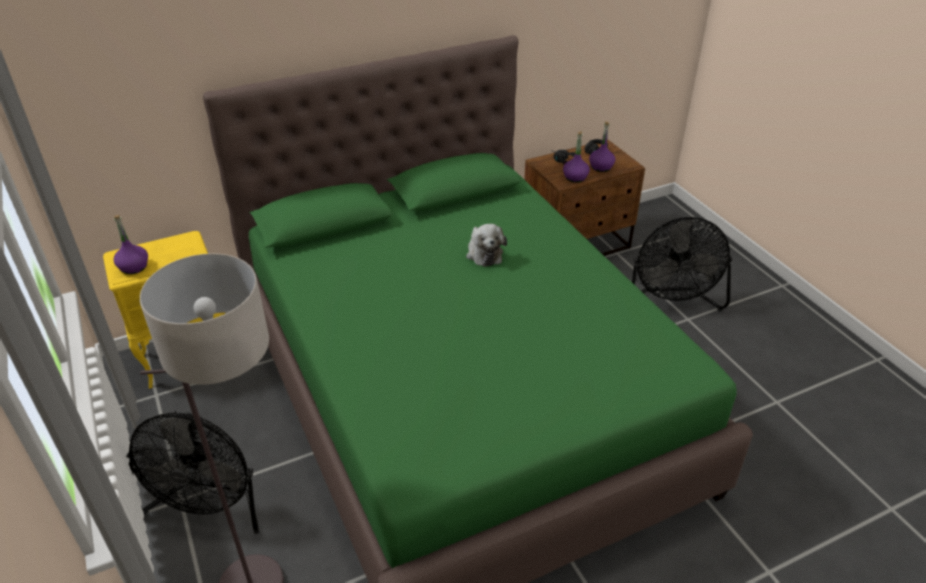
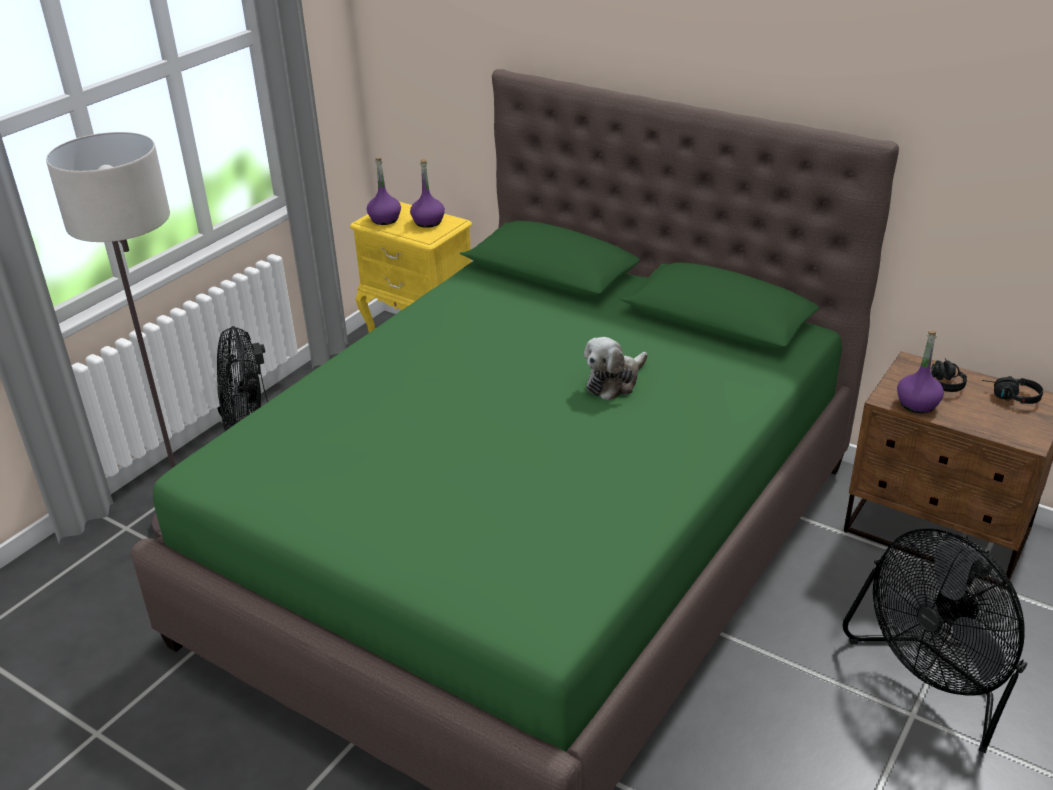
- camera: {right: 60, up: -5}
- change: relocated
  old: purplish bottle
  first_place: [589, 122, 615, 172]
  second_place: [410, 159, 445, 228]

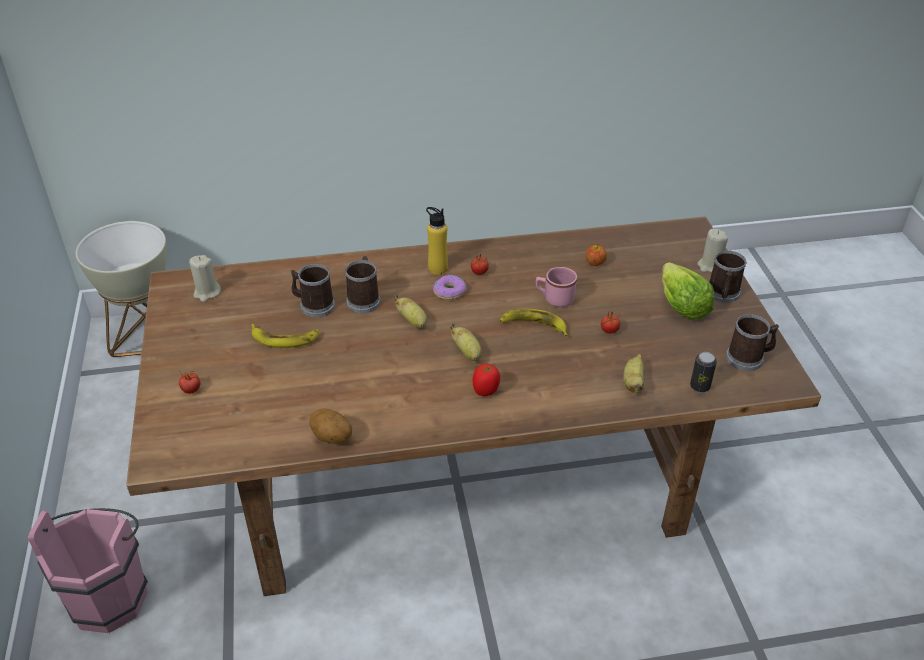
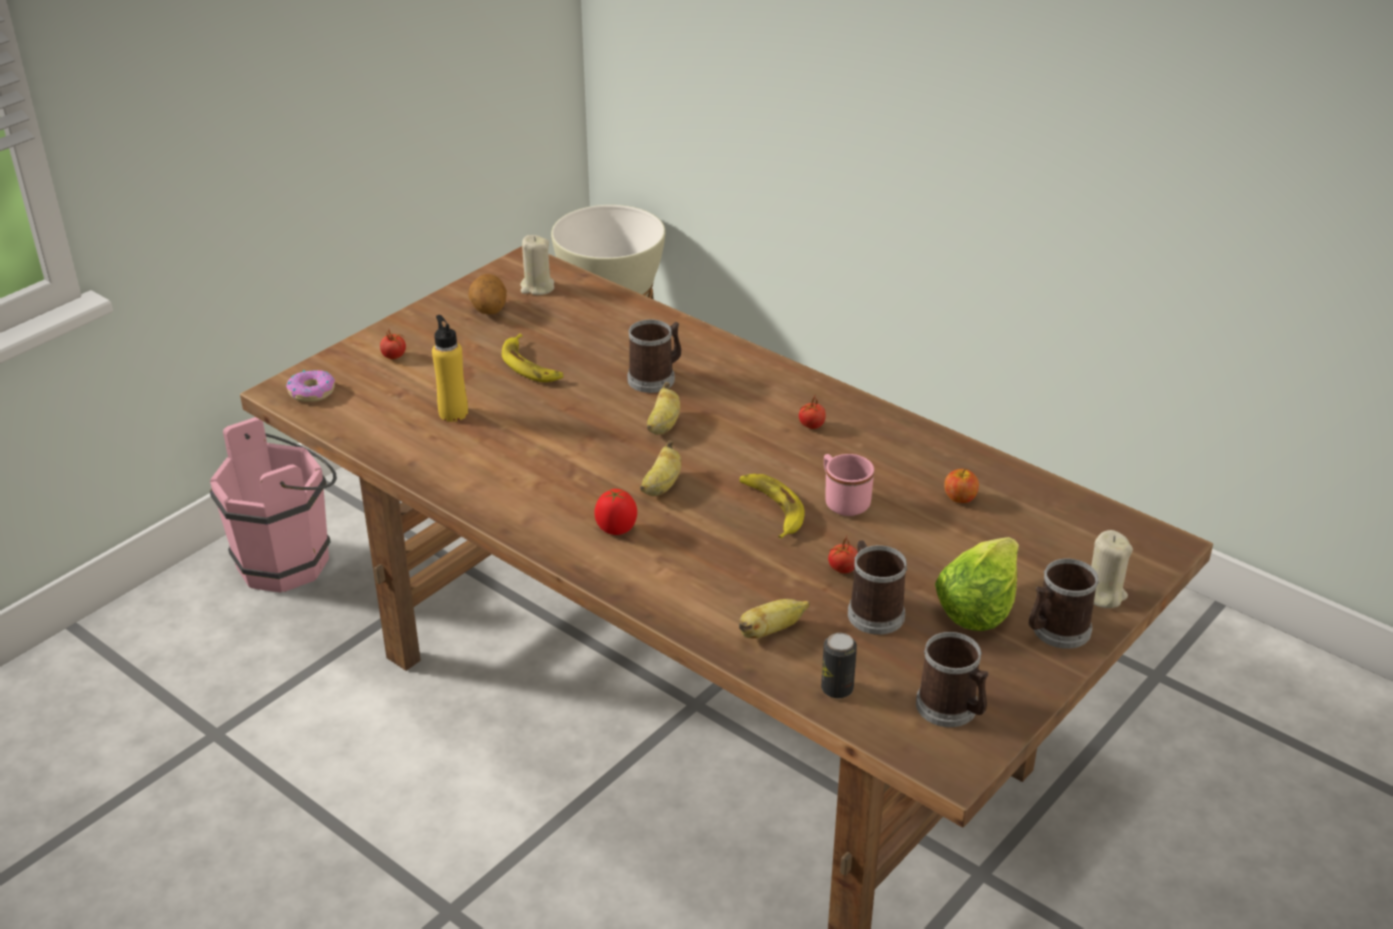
- camera: {right: 50, up: -5}
- change: relocated
  old: coffee mug
  first_place: [291, 264, 335, 317]
  second_place: [848, 540, 907, 635]
- change: relocated
  old: whole potato
  first_place: [309, 408, 352, 444]
  second_place: [468, 274, 507, 315]
- change: relocated
  old: yellowish bottle
  first_place: [426, 207, 448, 275]
  second_place: [432, 315, 468, 422]
- change: relocated
  old: ring doughnut
  first_place: [433, 275, 467, 300]
  second_place: [286, 370, 335, 402]

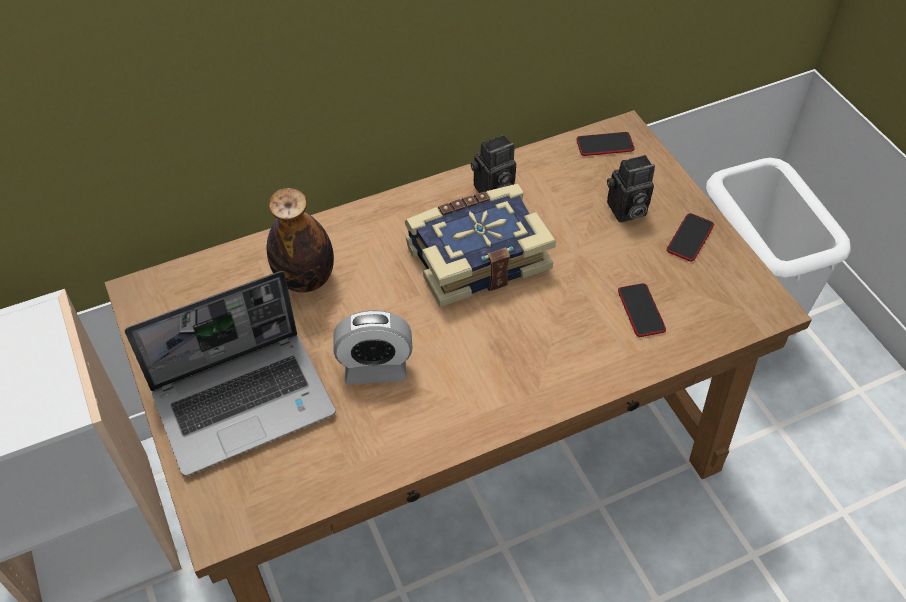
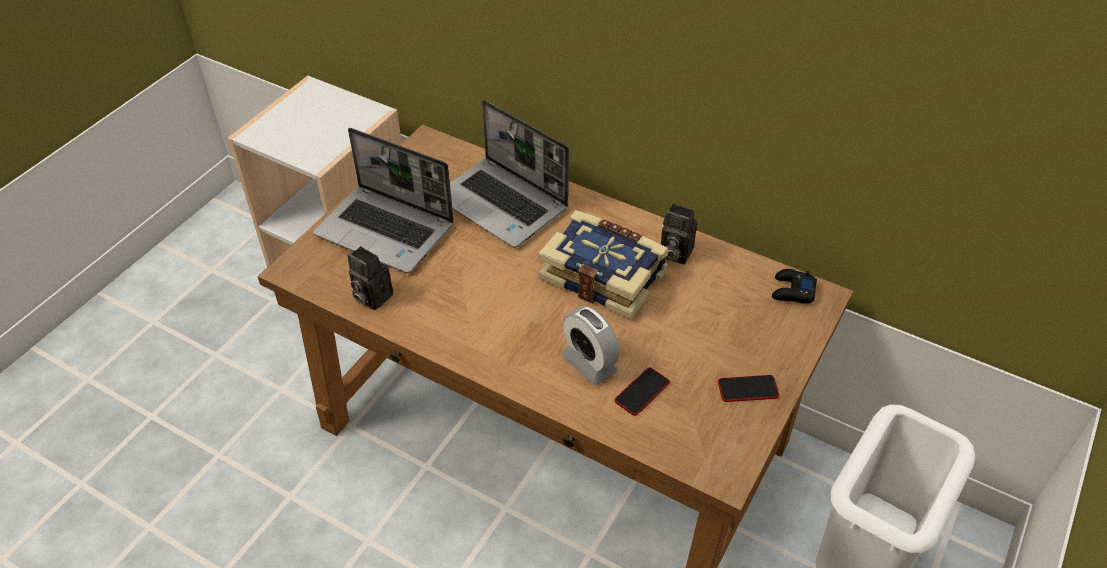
- camera: {right: 55, up: -5}
- change: relocated
  old: table clock
  first_place: [333, 310, 412, 385]
  second_place: [562, 306, 620, 386]
- change: relocated
  old: still camera
  first_place: [607, 155, 655, 222]
  second_place: [347, 246, 393, 310]
- change: exchanged
  old: bottle
  new: laptop
  first_place: [267, 188, 334, 293]
  second_place: [450, 100, 569, 248]
- change: exchanged
  old: handset
  new: black-coloured gamepad
  first_place: [576, 132, 635, 156]
  second_place: [772, 269, 817, 304]

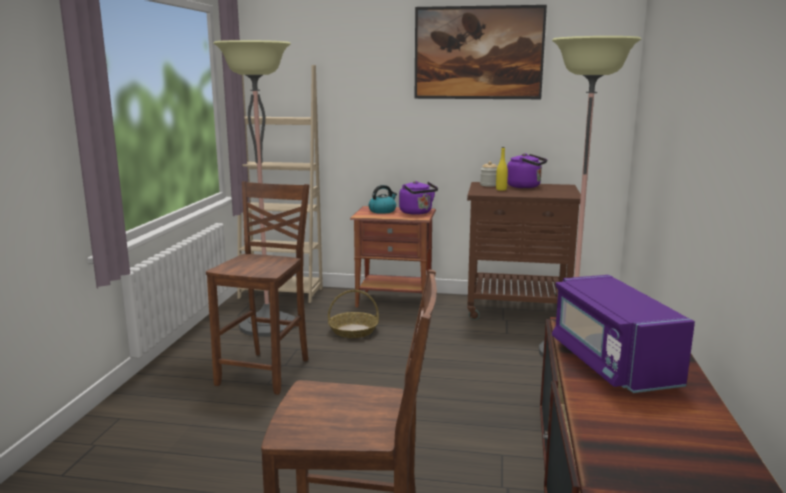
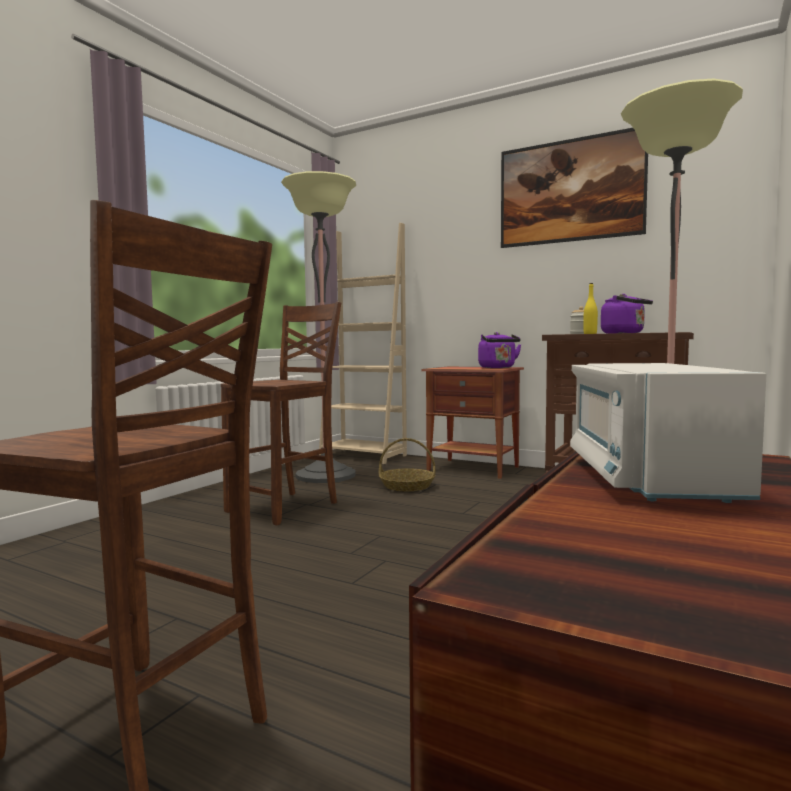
- camera: {right: 20, up: -10}
- change: missing
  old: kettle
  first_place: [369, 185, 397, 214]
- change: colour
  old: purplish kitchen microwave
  new: whitish kitchen microwave
  first_place: [552, 275, 695, 393]
  second_place: [570, 363, 766, 503]

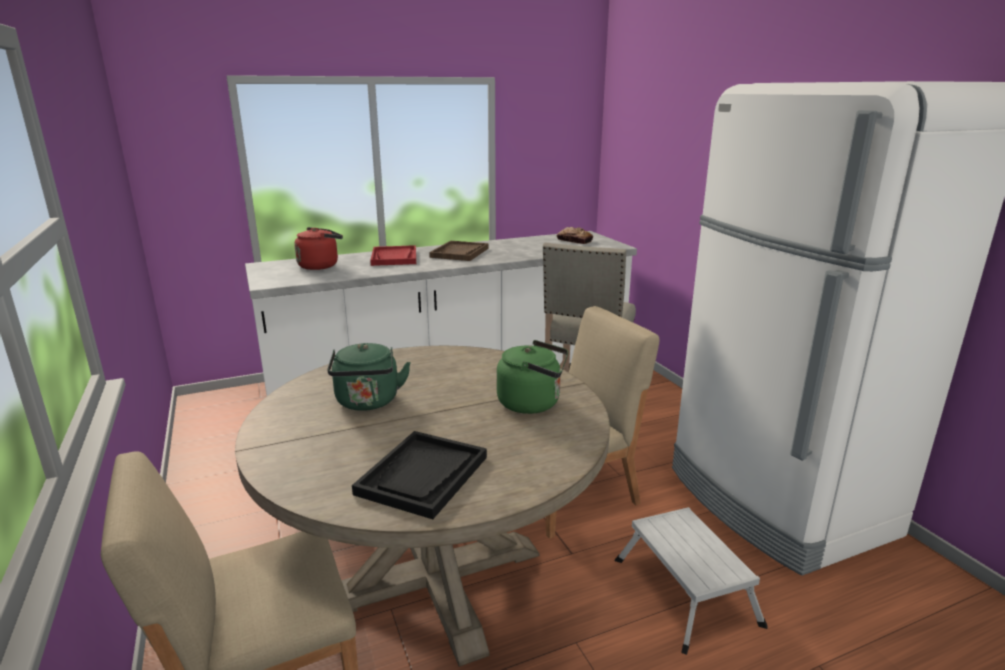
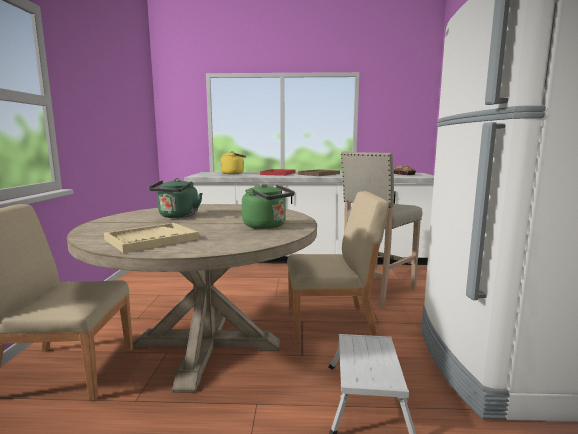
- camera: {right: 25, up: -10}
- change: colour
  old: reddish kettle
  new: yellowish kettle
  first_place: [294, 227, 343, 270]
  second_place: [220, 151, 246, 174]
- change: colour
  old: black-coloured carrying tray
  new: sand-coloured carrying tray
  first_place: [352, 431, 487, 519]
  second_place: [104, 223, 199, 253]

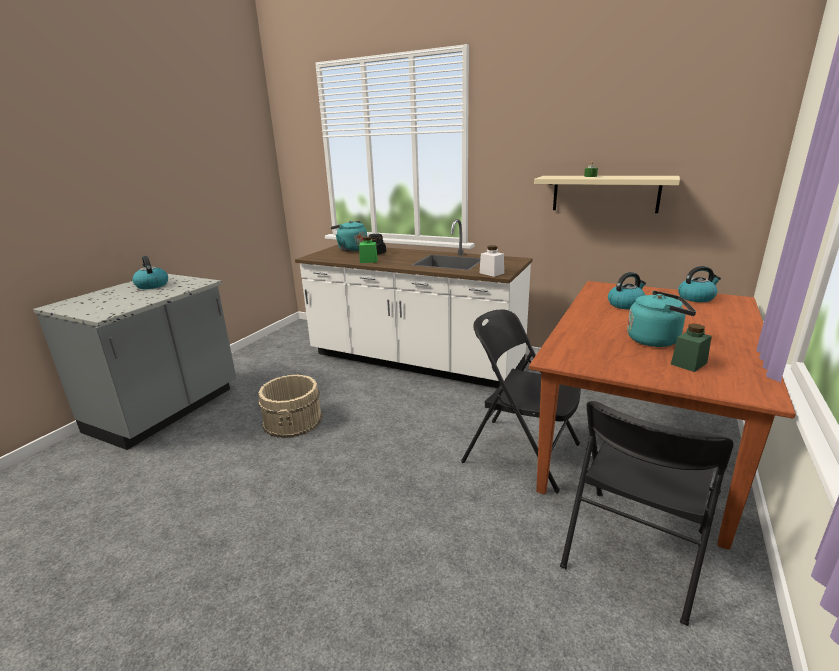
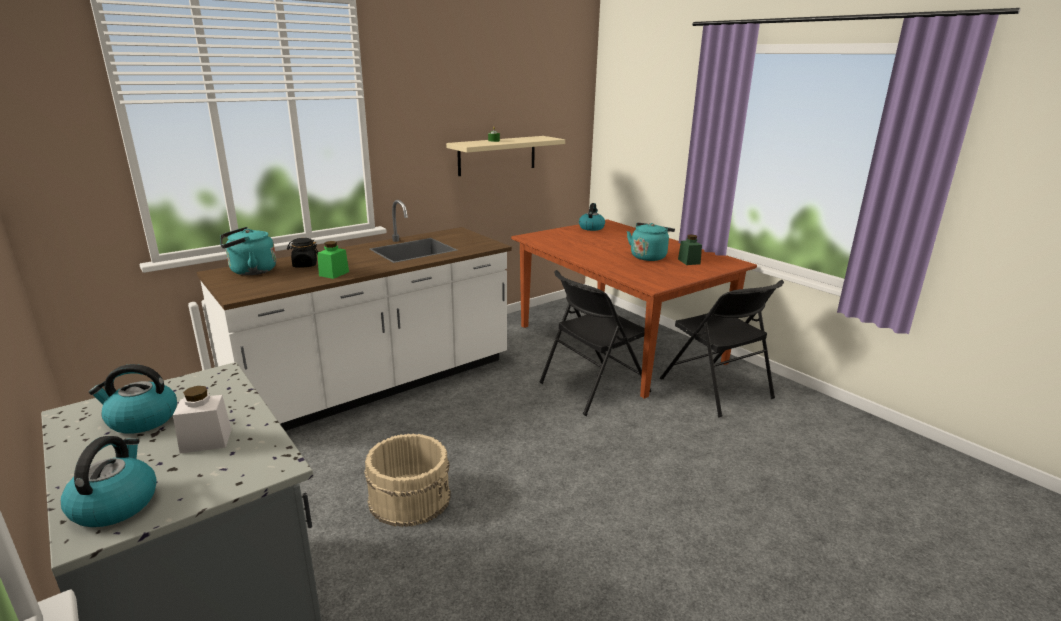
- camera: {right: -65, up: 0}
- change: relocated
  old: whitish storage jar
  first_place: [480, 245, 504, 277]
  second_place: [173, 386, 232, 454]
- change: relocated
  old: kettle
  first_place: [608, 272, 646, 309]
  second_place: [61, 436, 157, 527]

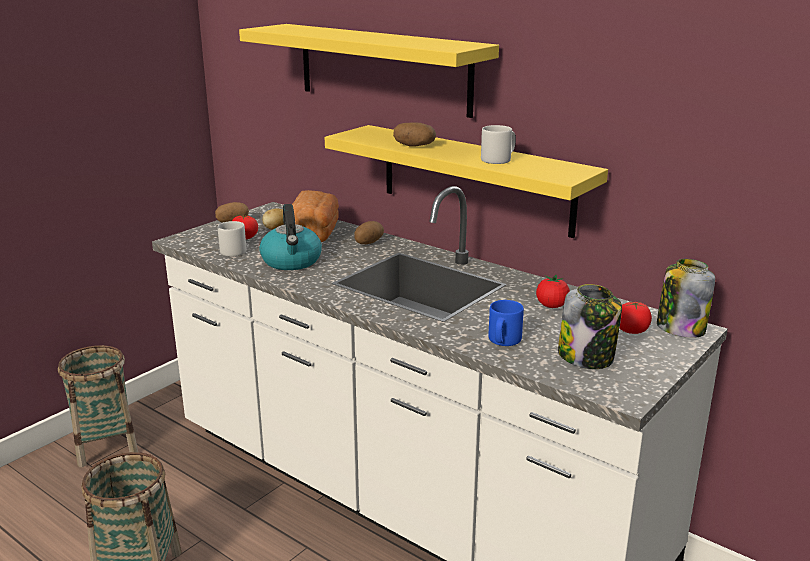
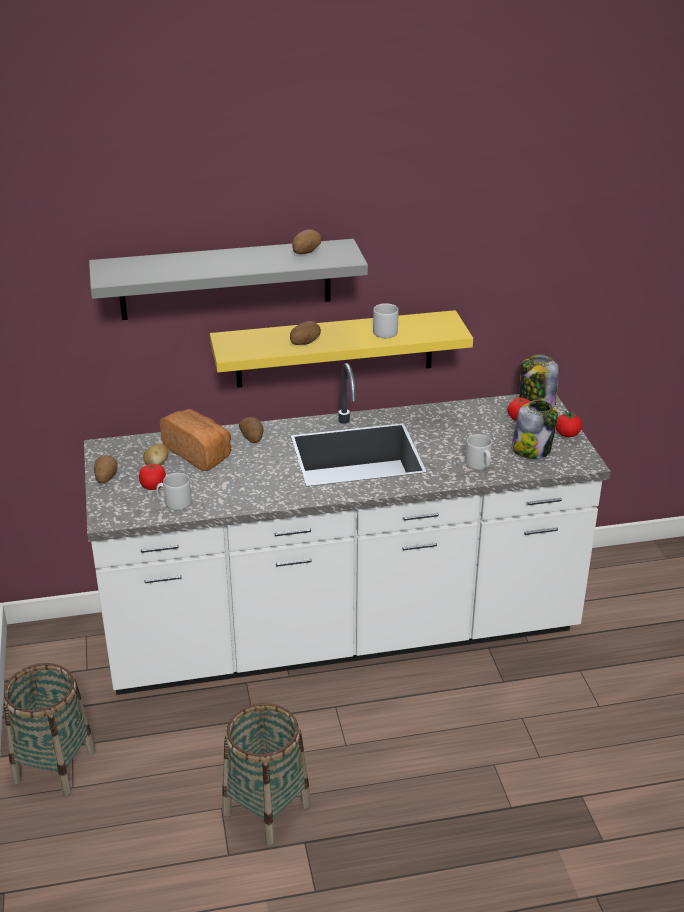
- camera: {right: -50, up: 10}
- change: missing
  old: kettle
  first_place: [259, 204, 322, 270]
- change: appeared
  new: whole potato
  second_place: [292, 229, 321, 254]
- change: relocated
  old: whole tomato
  first_place: [536, 275, 570, 308]
  second_place: [556, 411, 582, 437]
- change: colour
  old: yellowish bracket shelf
  new: greyish bracket shelf
  first_place: [239, 24, 499, 118]
  second_place: [89, 239, 368, 320]
- change: colour
  old: bluish coffee mug
  new: greyish coffee mug
  first_place: [489, 300, 524, 346]
  second_place: [465, 434, 492, 470]

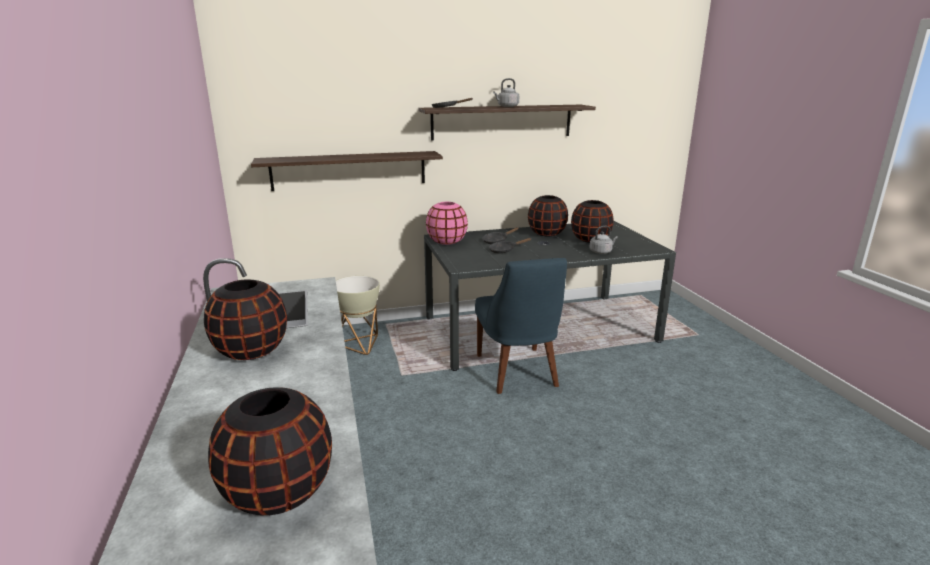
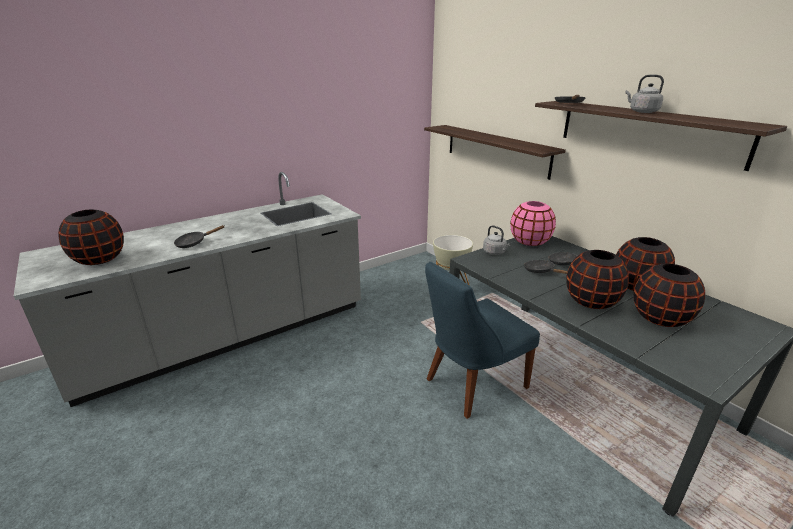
- camera: {right: 70, up: 5}
- change: appeared
  new: black-coloured skillet
  second_place: [174, 225, 224, 248]
- change: relocated
  old: black-coloured flower vase
  first_place: [204, 279, 287, 360]
  second_place: [566, 250, 629, 309]
- change: relocated
  old: greyish kettle
  first_place: [589, 226, 618, 254]
  second_place: [483, 225, 510, 255]

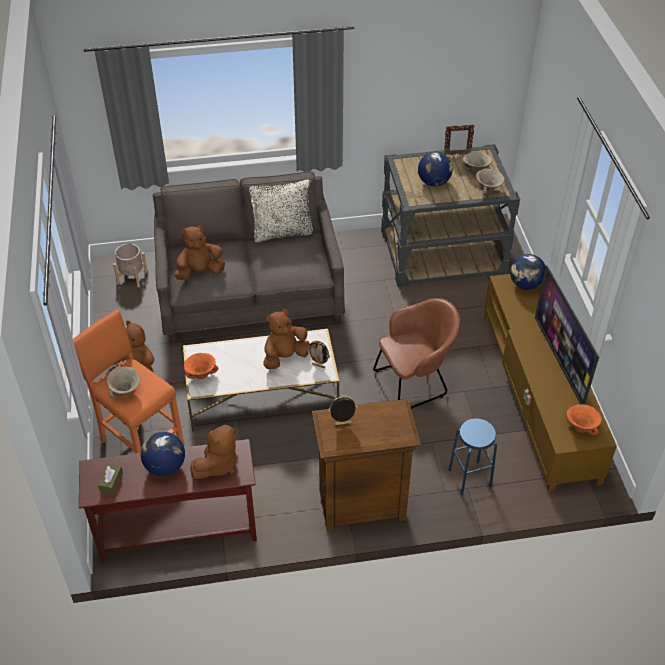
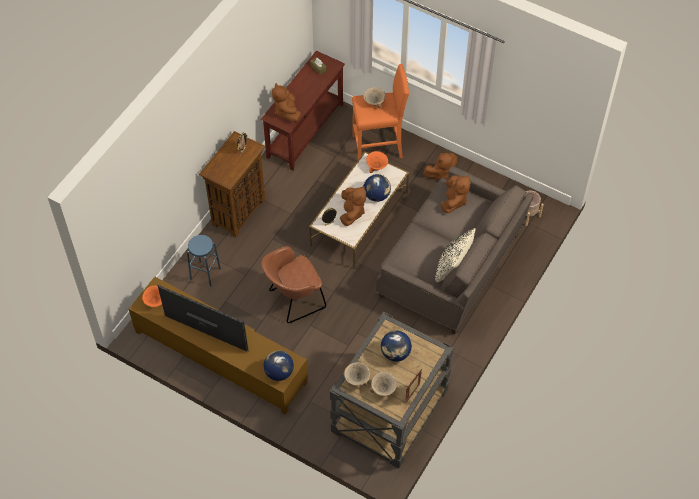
- camera: {right: 130, up: 10}
- change: relocated
  old: world globe
  first_place: [140, 432, 185, 476]
  second_place: [364, 174, 391, 202]
- change: spun
  old: brownish easy chair
  first_place: [373, 298, 460, 409]
  second_place: [262, 246, 326, 323]
  degrees: 45

